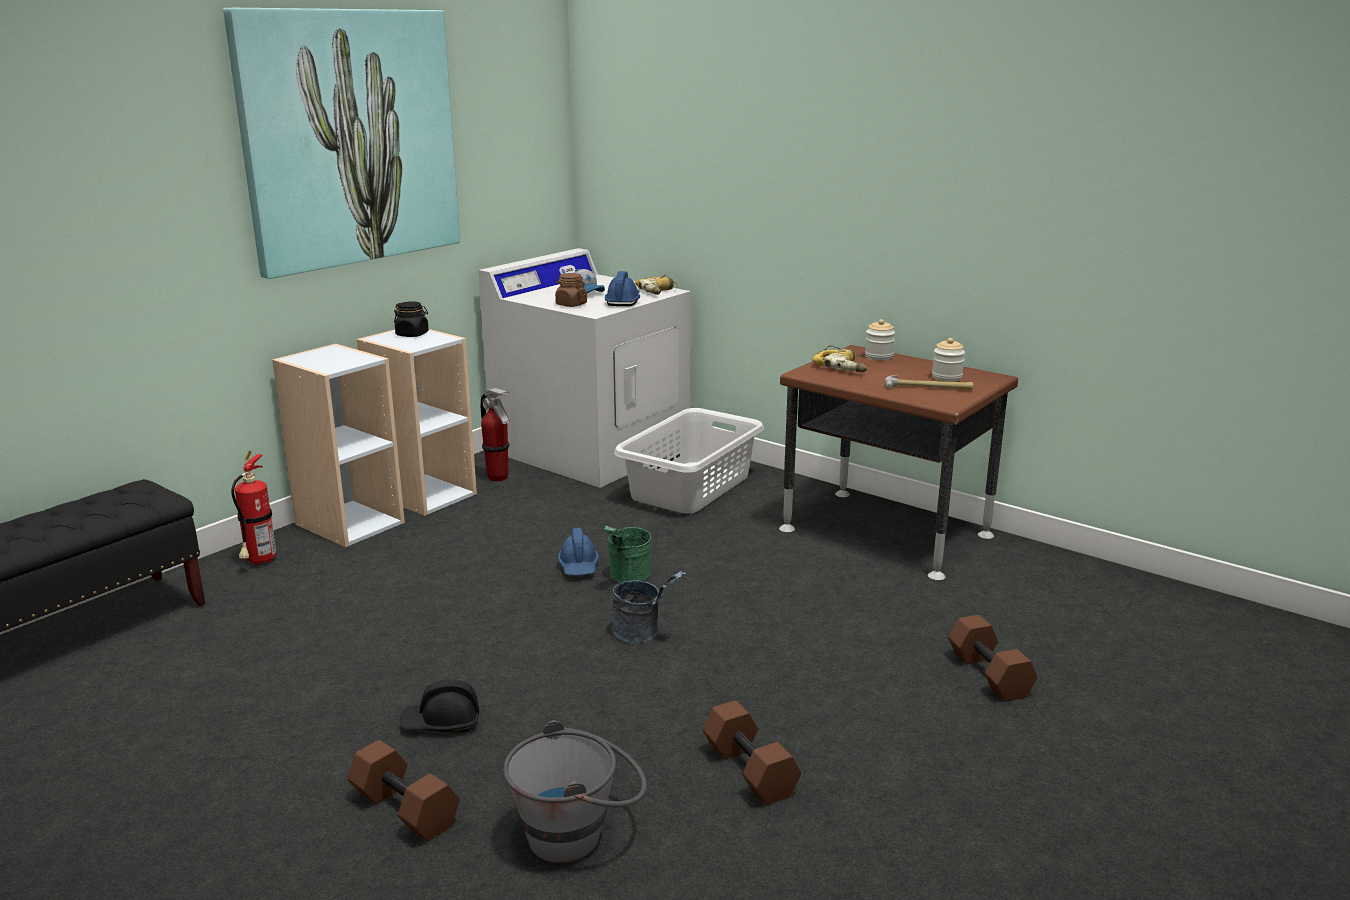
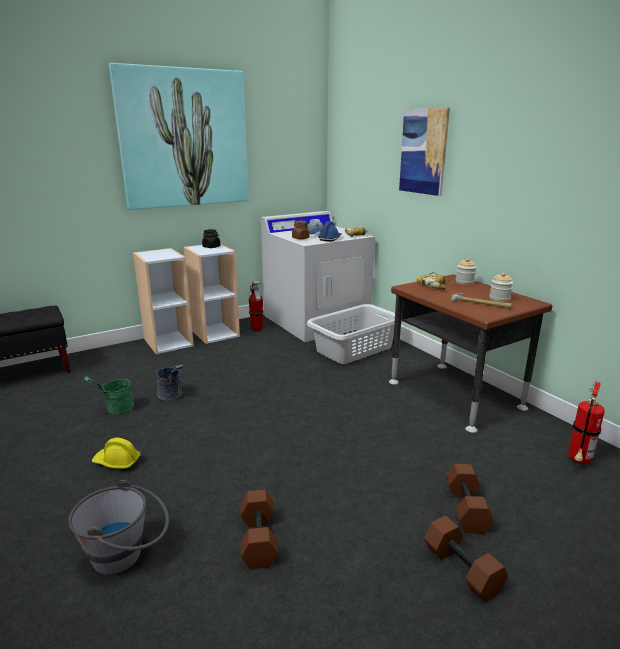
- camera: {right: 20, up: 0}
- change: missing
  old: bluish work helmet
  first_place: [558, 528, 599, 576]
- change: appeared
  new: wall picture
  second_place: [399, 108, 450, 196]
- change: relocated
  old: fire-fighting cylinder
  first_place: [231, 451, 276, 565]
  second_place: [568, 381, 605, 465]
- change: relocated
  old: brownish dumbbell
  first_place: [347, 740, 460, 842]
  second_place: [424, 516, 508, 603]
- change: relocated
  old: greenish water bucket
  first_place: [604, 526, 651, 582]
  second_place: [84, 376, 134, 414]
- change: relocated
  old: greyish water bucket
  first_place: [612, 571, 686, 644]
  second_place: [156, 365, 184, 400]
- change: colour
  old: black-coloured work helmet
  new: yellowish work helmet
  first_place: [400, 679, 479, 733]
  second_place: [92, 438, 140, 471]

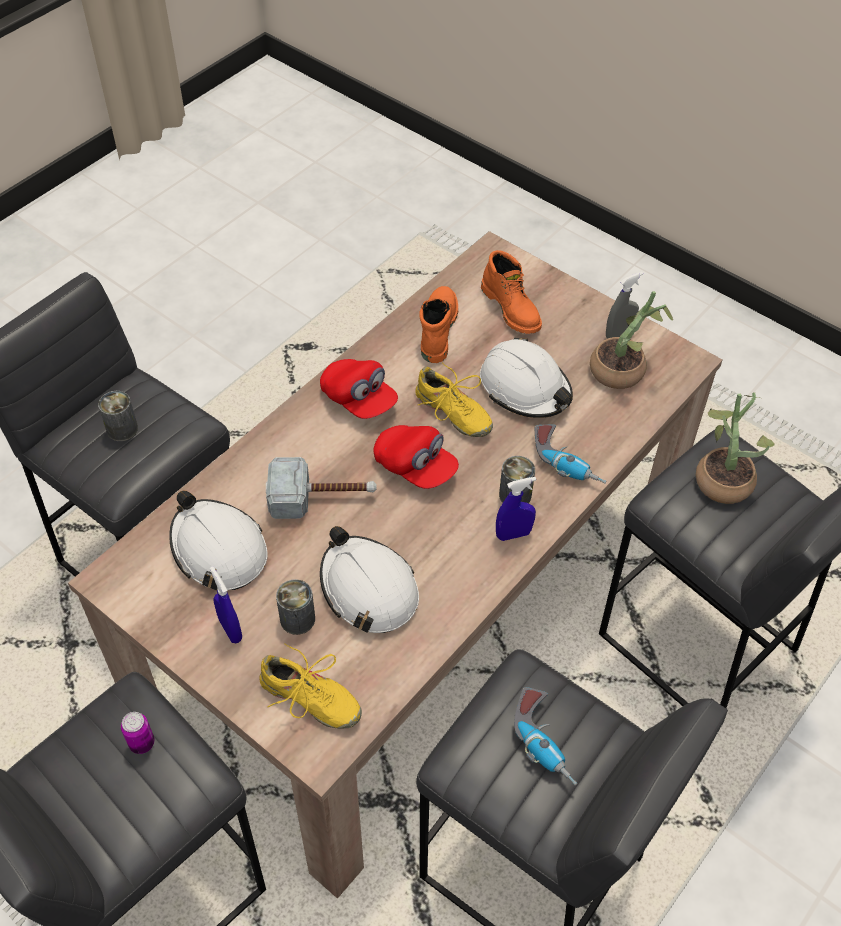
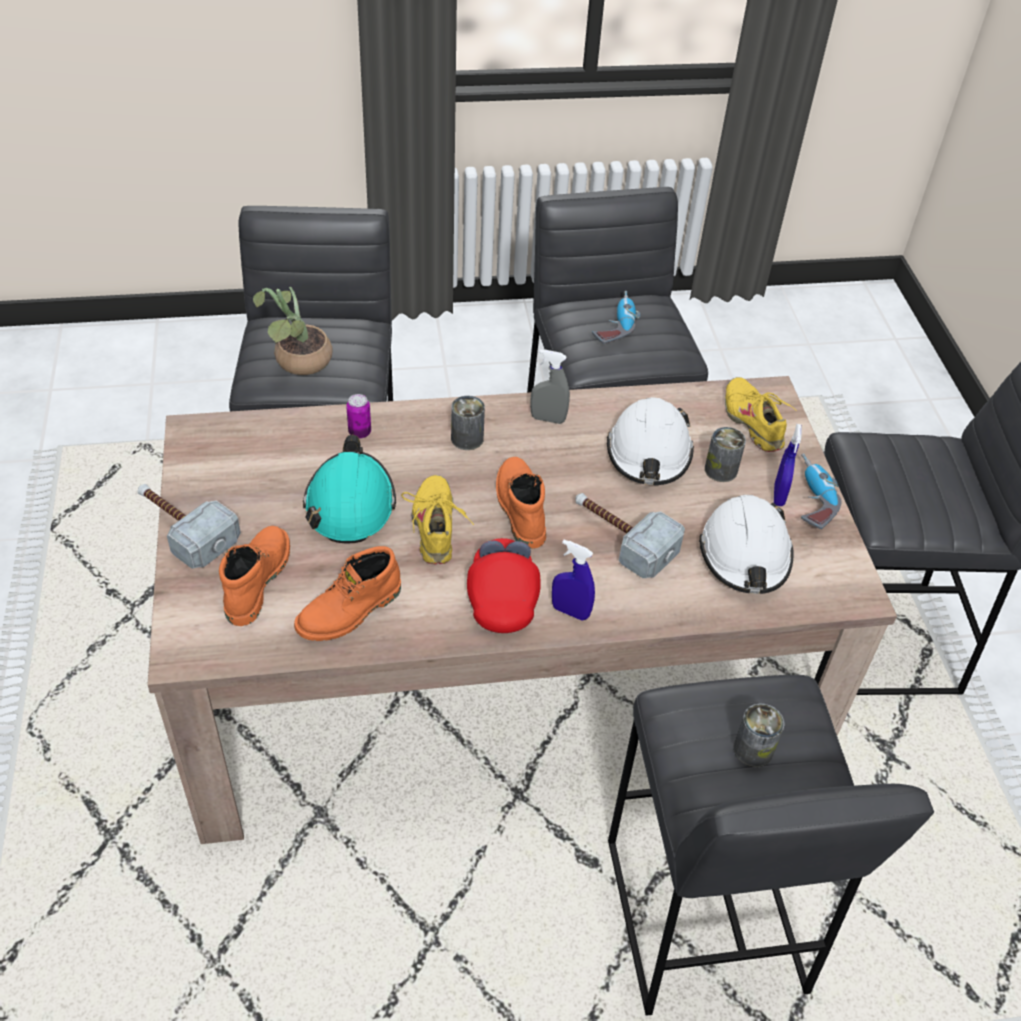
- camera: {right: -140, up: -5}
- change: missing
  old: plant in a pot
  first_place: [590, 291, 673, 389]
- change: appeared
  new: hammer
  second_place: [137, 484, 241, 569]
- change: relocated
  old: can
  first_place: [121, 712, 155, 754]
  second_place: [346, 394, 371, 439]
- change: relocated
  old: bluish sprayer
  first_place: [496, 477, 536, 541]
  second_place: [552, 539, 595, 621]
- change: relocated
  old: power drill
  first_place: [534, 424, 607, 484]
  second_place: [801, 453, 842, 529]
- change: relocated
  old: greyish sprayer
  first_place: [606, 272, 643, 339]
  second_place: [530, 349, 570, 424]
- change: exchanged
  old: reddish baseball cap
  new: orangey boot
  first_place: [373, 425, 459, 489]
  second_place: [496, 457, 546, 549]
- change: colour
  old: whitish work helmet
  new: turquoise work helmet
  first_place: [480, 338, 573, 418]
  second_place: [303, 435, 396, 544]

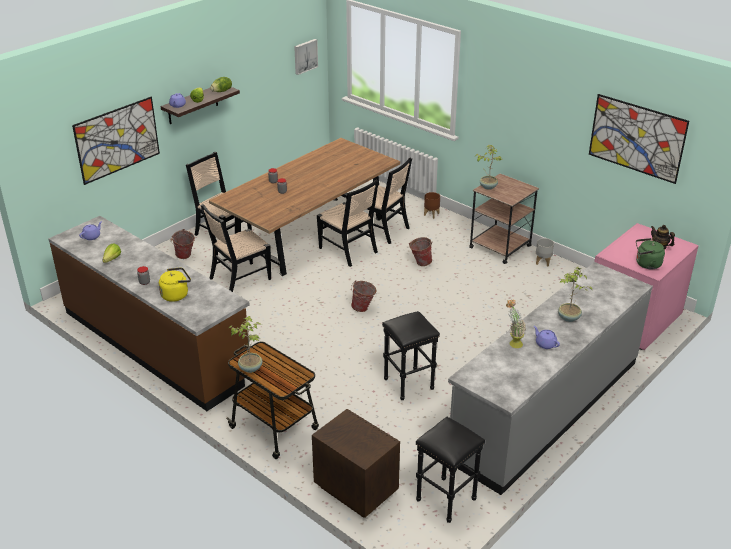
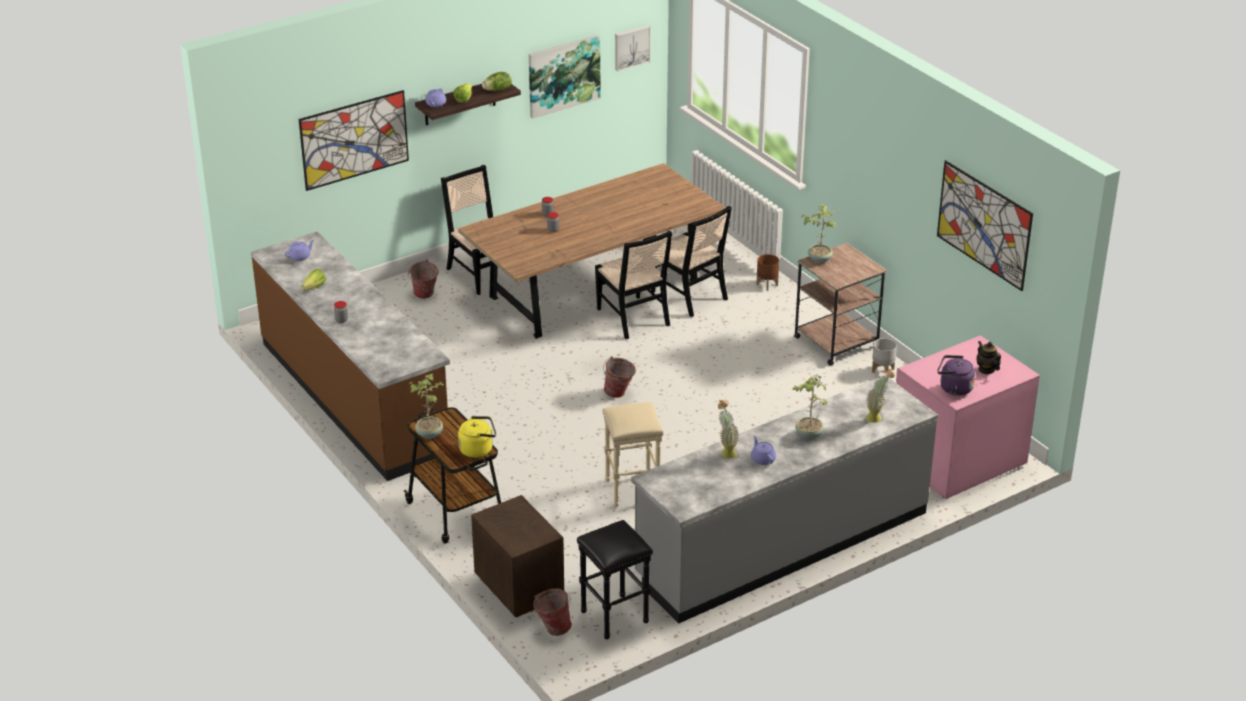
- camera: {right: 15, up: 0}
- change: missing
  old: upright chair
  first_place: [200, 204, 271, 292]
- change: appeared
  new: wall picture
  second_place: [529, 35, 601, 119]
- change: appeared
  new: plant in a pot
  second_place: [866, 369, 895, 423]
- change: relocated
  old: yellowish kettle
  first_place: [159, 267, 191, 302]
  second_place: [458, 416, 496, 458]
- change: relocated
  old: water bucket
  first_place: [409, 237, 432, 266]
  second_place: [533, 588, 572, 636]
- change: colour
  old: black-coloured stool
  new: sand-coloured stool
  first_place: [382, 311, 440, 400]
  second_place: [602, 402, 664, 507]
- change: colour
  old: greenish kettle
  new: purplish kettle
  first_place: [636, 238, 665, 269]
  second_place: [937, 355, 975, 396]

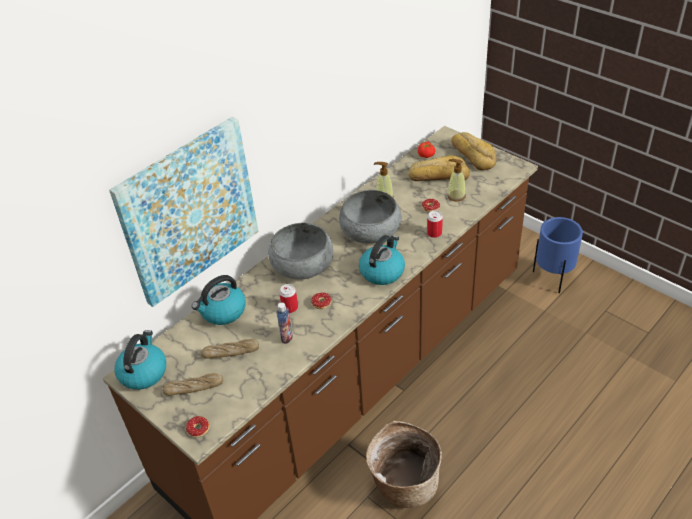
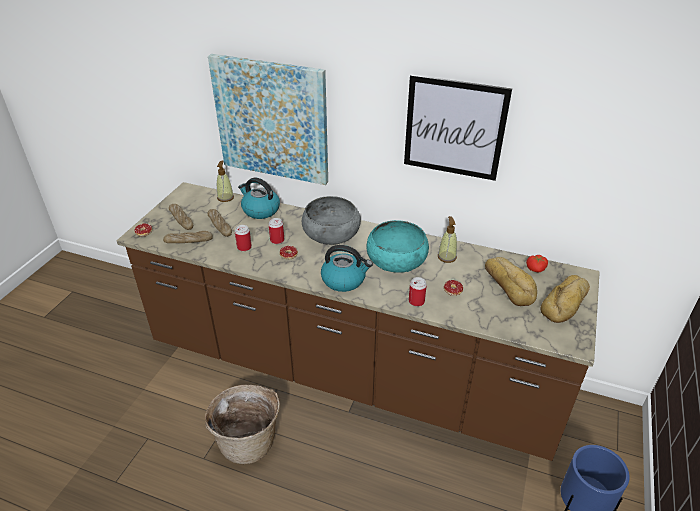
- camera: {right: 65, up: -5}
- change: missing
  old: kettle
  first_place: [115, 330, 166, 390]
- change: appeared
  new: bread
  second_place: [163, 231, 213, 243]
- change: appeared
  new: wall picture
  second_place: [404, 75, 512, 181]
- change: relocated
  old: soap dispenser
  first_place: [447, 159, 466, 201]
  second_place: [217, 161, 234, 202]
- change: exchanged
  old: bottle
  new: can
  first_place: [277, 302, 293, 344]
  second_place: [235, 225, 252, 251]
- change: colour
  old: greyish serving bowl
  new: turquoise serving bowl
  first_place: [339, 190, 401, 244]
  second_place: [366, 220, 429, 273]

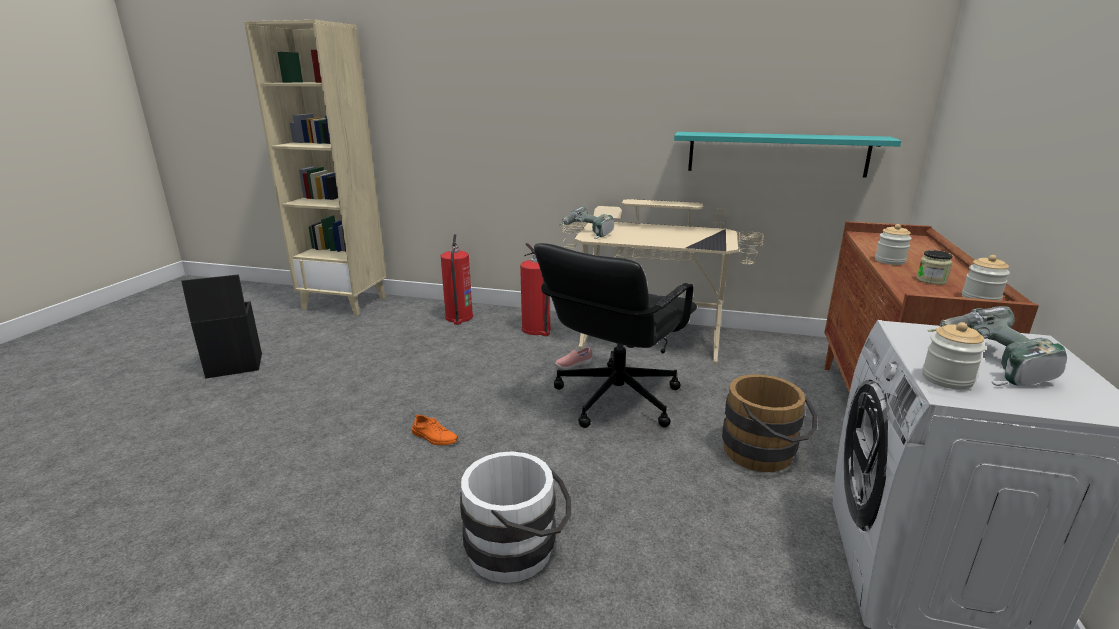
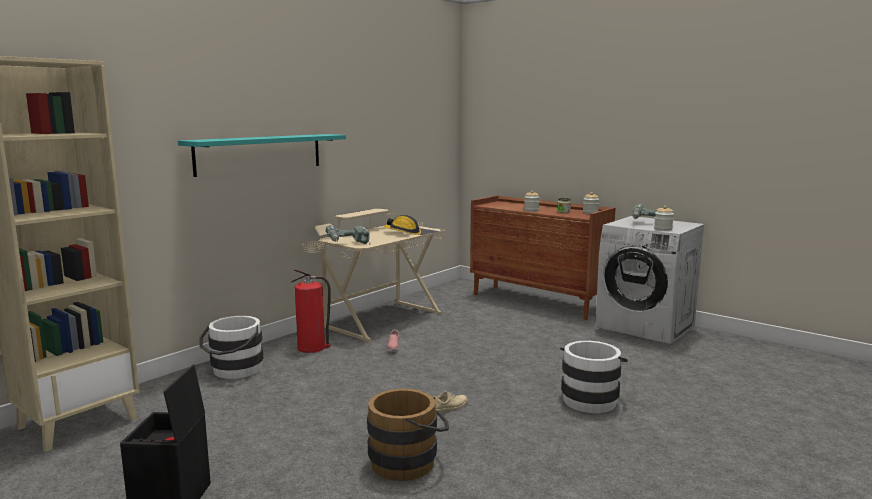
- camera: {right: -65, up: -10}
- change: missing
  old: black-coloured office chair
  first_place: [534, 243, 697, 428]
- change: appeared
  new: work helmet
  second_place: [384, 215, 421, 235]
- change: relocated
  old: turquoise bracket shelf
  first_place: [674, 132, 901, 178]
  second_place: [178, 134, 346, 177]
- change: relocated
  old: brownish water bucket
  first_place: [722, 374, 817, 472]
  second_place: [367, 389, 449, 481]
- change: exchanged
  old: fire-fighting cylinder
  new: whitish water bucket
  first_place: [441, 234, 473, 325]
  second_place: [199, 316, 263, 379]
- change: colour
  old: orangey item of footwear
  new: sand-coloured item of footwear
  first_place: [412, 414, 458, 445]
  second_place: [434, 392, 468, 413]

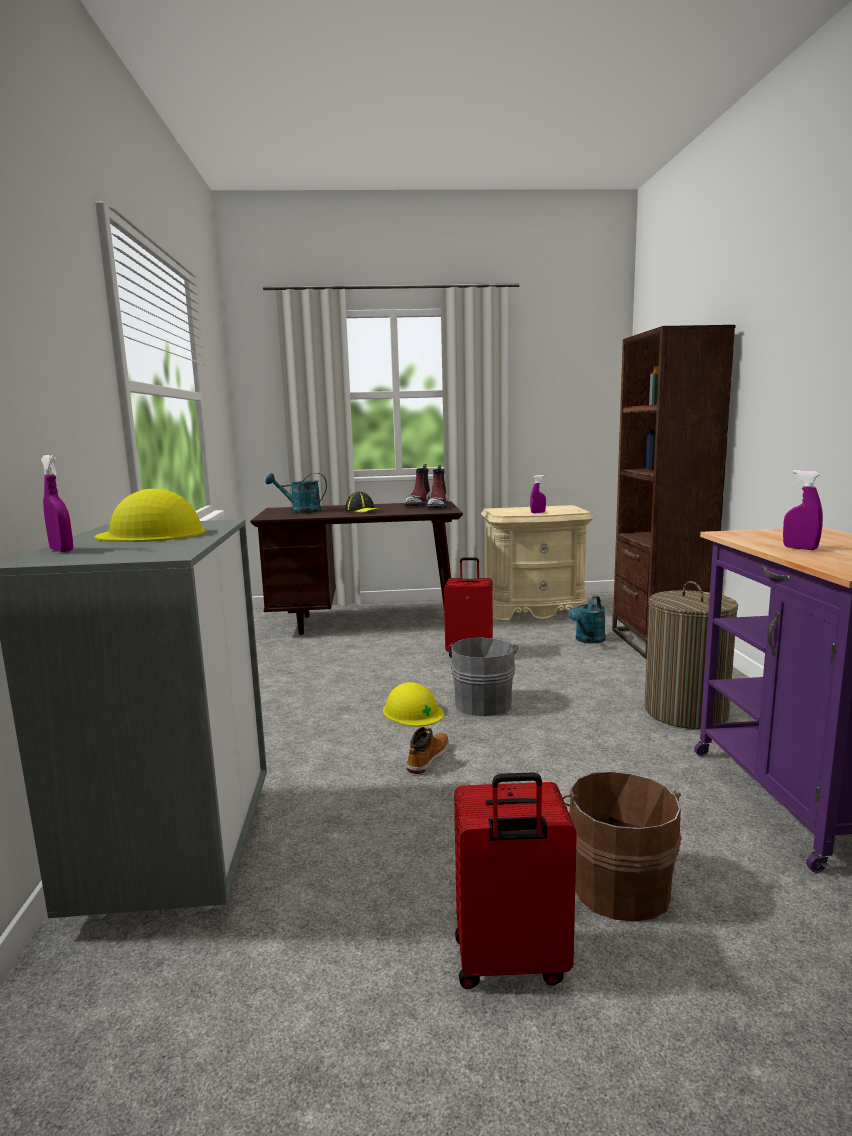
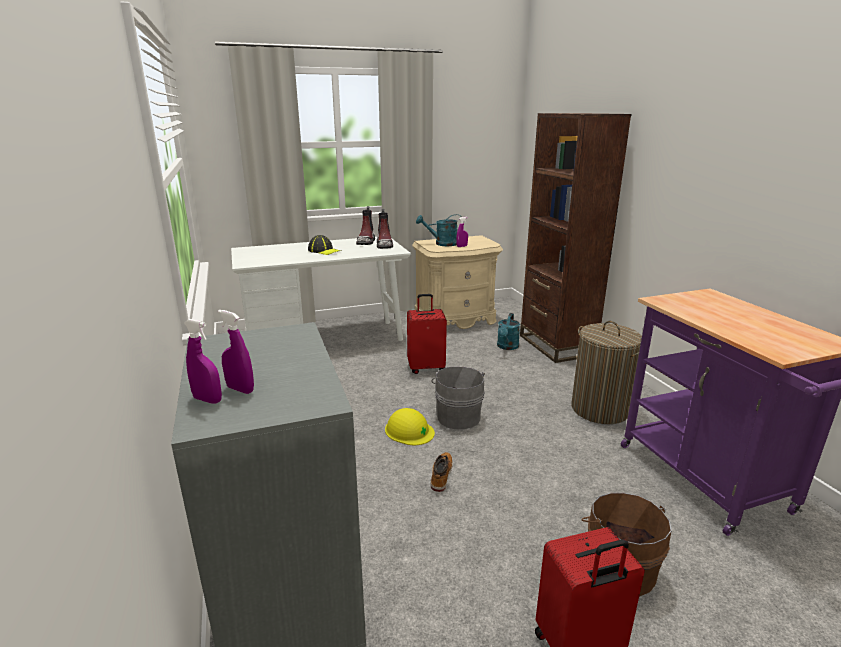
- camera: {right: -15, up: 10}
- change: missing
  old: yellowish work helmet
  first_place: [95, 489, 206, 542]
- change: relocated
  old: turquoise watering can
  first_place: [265, 473, 327, 513]
  second_place: [416, 214, 464, 246]
- change: relocated
  old: purplish sprayer
  first_place: [783, 470, 823, 550]
  second_place: [218, 310, 254, 394]
- change: colour
  old: brownish desk unit
  new: whitish desk unit
  first_place: [251, 501, 463, 635]
  second_place: [231, 237, 411, 341]

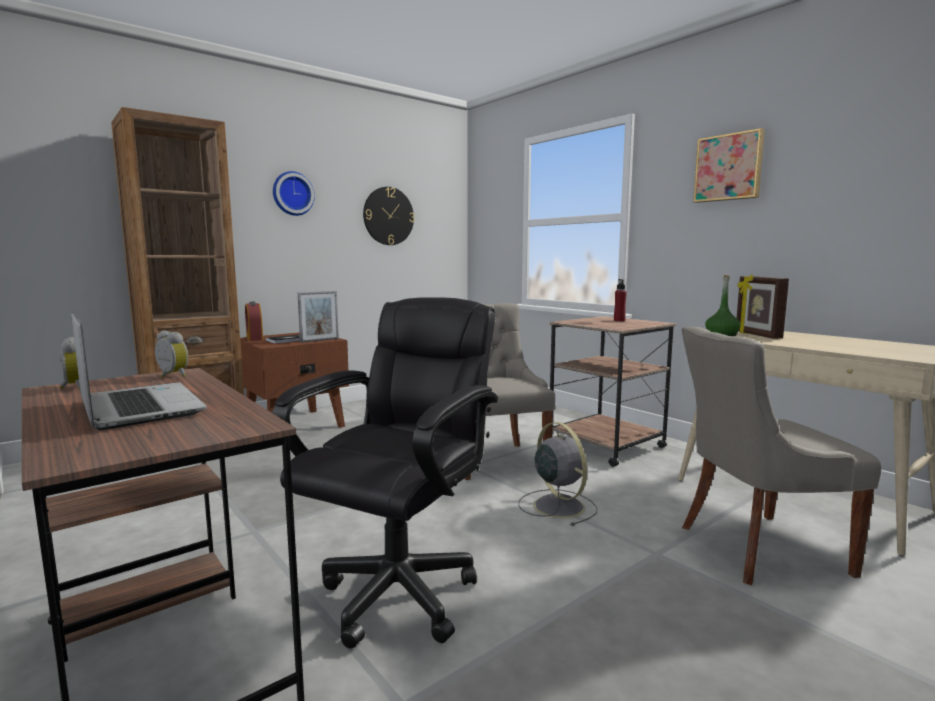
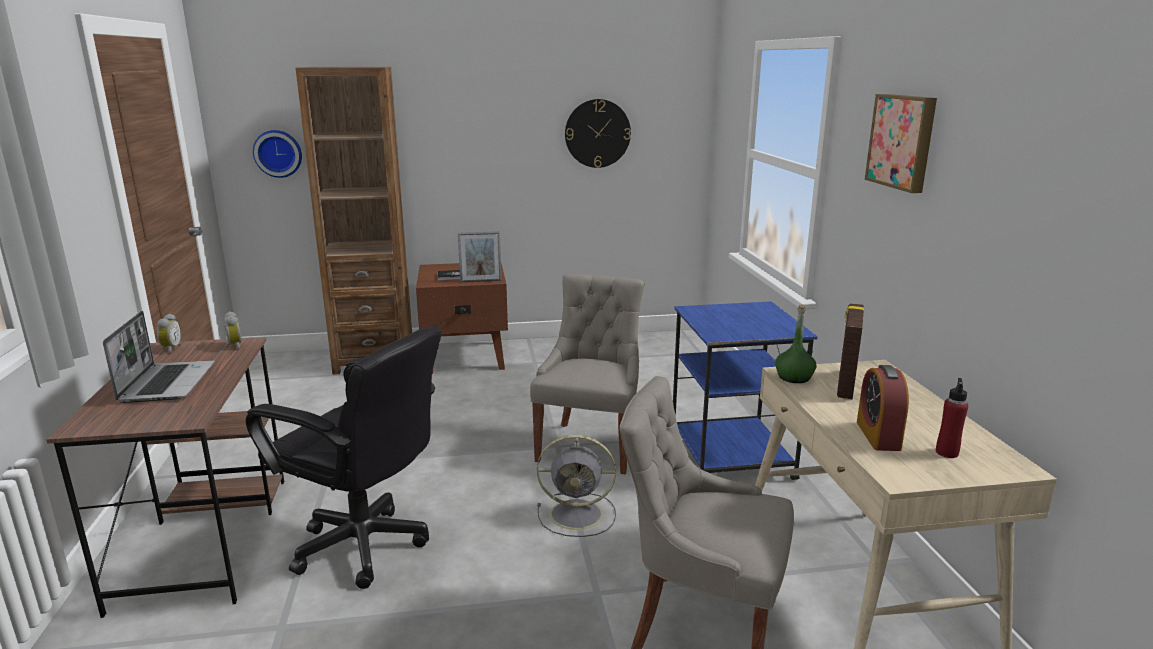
- camera: {right: 30, up: 10}
- change: relocated
  old: table clock
  first_place: [245, 301, 263, 341]
  second_place: [857, 365, 909, 451]
- change: relocated
  old: wall clock
  first_place: [273, 171, 315, 216]
  second_place: [253, 130, 302, 178]
- change: relocated
  old: reddish bottle
  first_place: [614, 279, 627, 321]
  second_place: [936, 378, 968, 458]
- change: colour
  old: brownish wheeled cart
  new: bluish wheeled cart
  first_place: [549, 316, 676, 467]
  second_place: [673, 301, 818, 480]
- change: spun
  old: black-coloured office chair
  first_place: [272, 297, 498, 649]
  second_place: [246, 325, 441, 589]
  degrees: 60
- change: spun
  old: greyish electric fan
  first_place: [518, 422, 597, 526]
  second_place: [537, 435, 616, 537]
  degrees: 90

